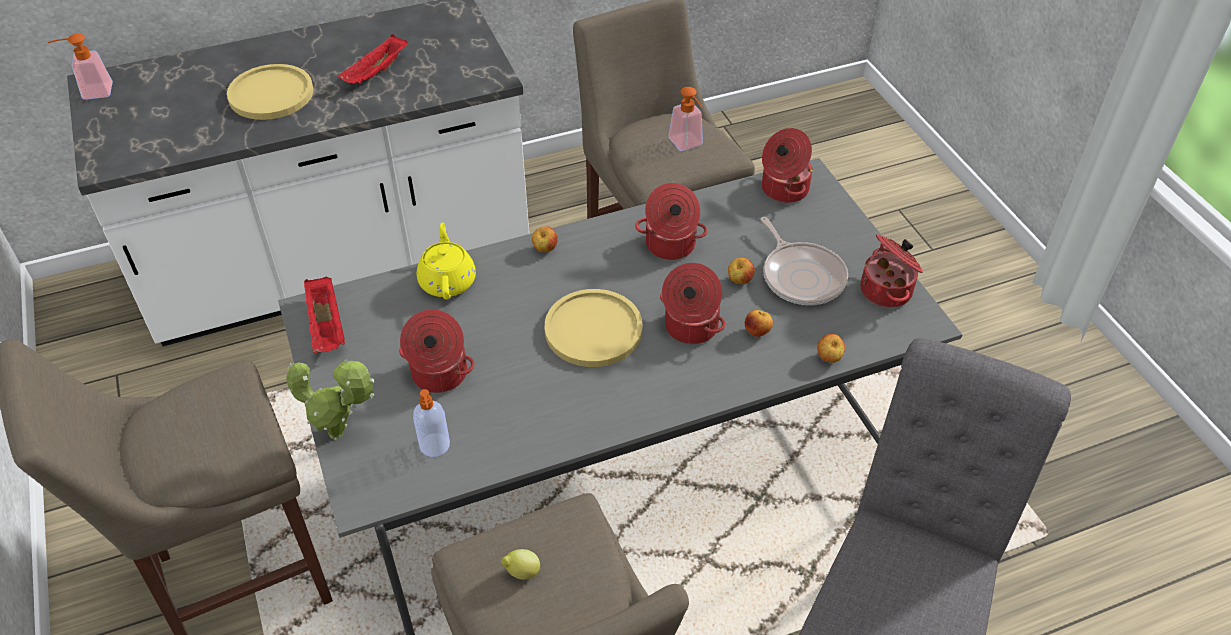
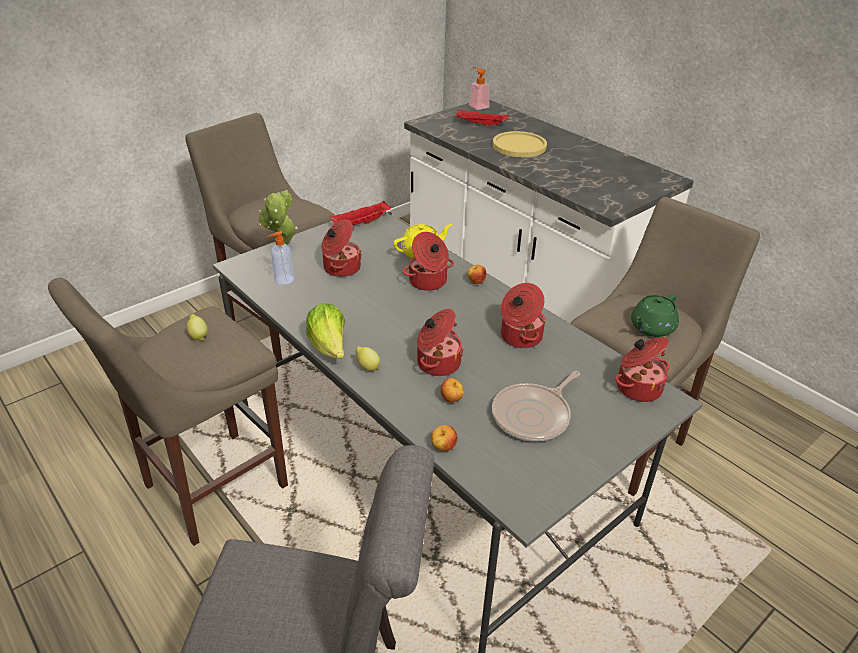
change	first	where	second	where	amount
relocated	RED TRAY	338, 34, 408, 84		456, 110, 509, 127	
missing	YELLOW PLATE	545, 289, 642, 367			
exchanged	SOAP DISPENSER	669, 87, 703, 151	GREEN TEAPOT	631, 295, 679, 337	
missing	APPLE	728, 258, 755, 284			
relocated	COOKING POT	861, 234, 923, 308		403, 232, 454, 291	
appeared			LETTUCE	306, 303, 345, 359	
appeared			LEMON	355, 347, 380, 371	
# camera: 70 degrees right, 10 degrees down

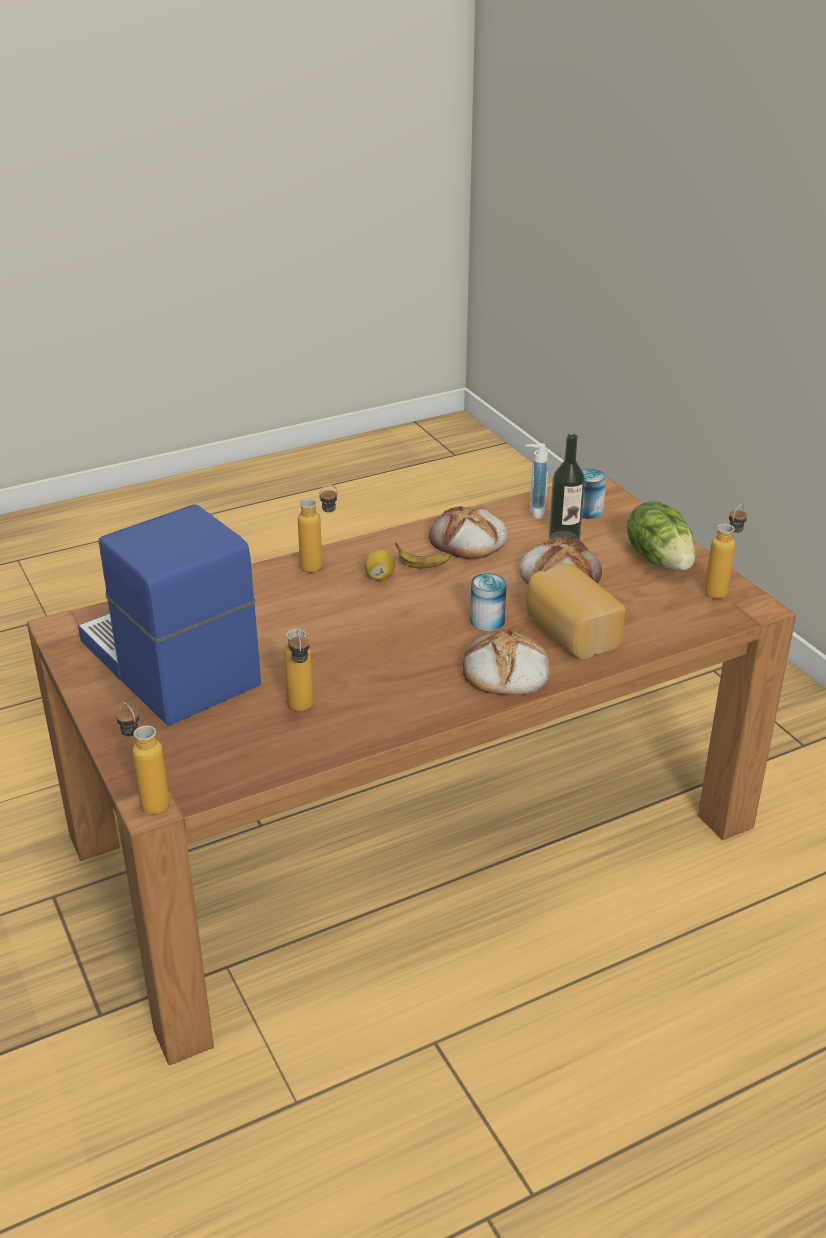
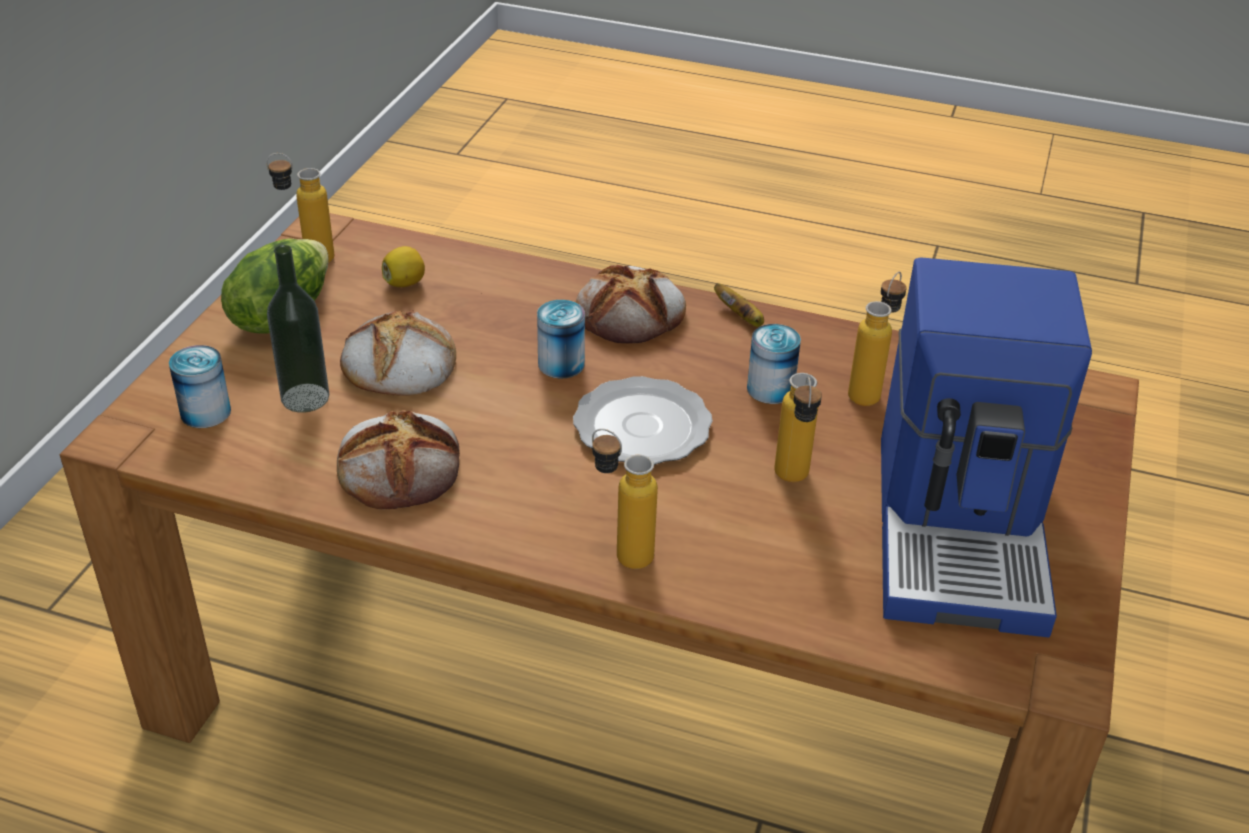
change	first	where	second	where	amount
relocated	BOTTLE	116, 702, 170, 815		774, 373, 822, 482	
relocated	LEMON	364, 550, 395, 581		382, 246, 425, 287	
relocated	BANANA	395, 543, 451, 568		714, 284, 764, 327	
missing	SOAP DISPENSER	526, 443, 548, 519			
missing	BREAD	526, 564, 625, 660			
appeared			PLATE	573, 376, 713, 465	
appeared			CAN	747, 324, 801, 404	
# camera: 135 degrees left, 5 degrees up

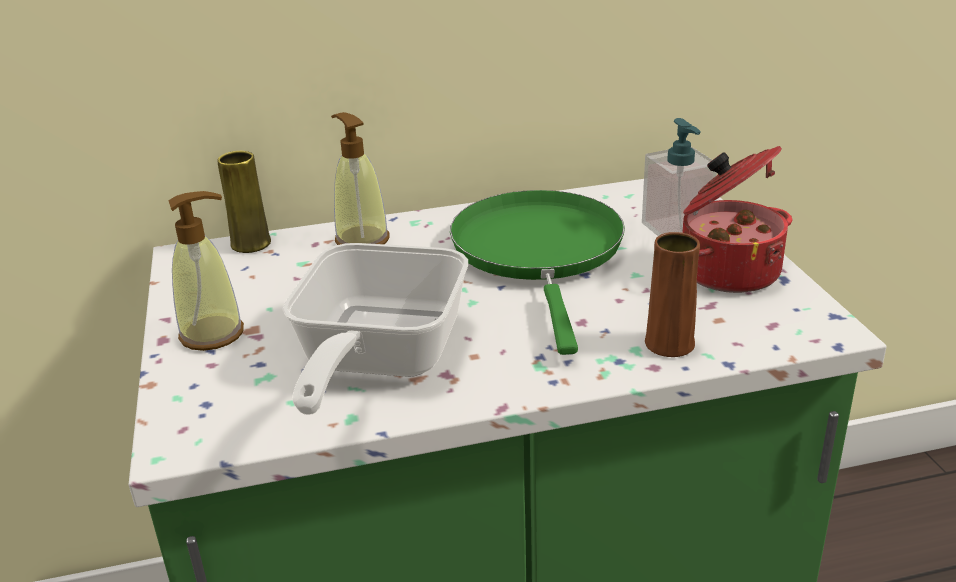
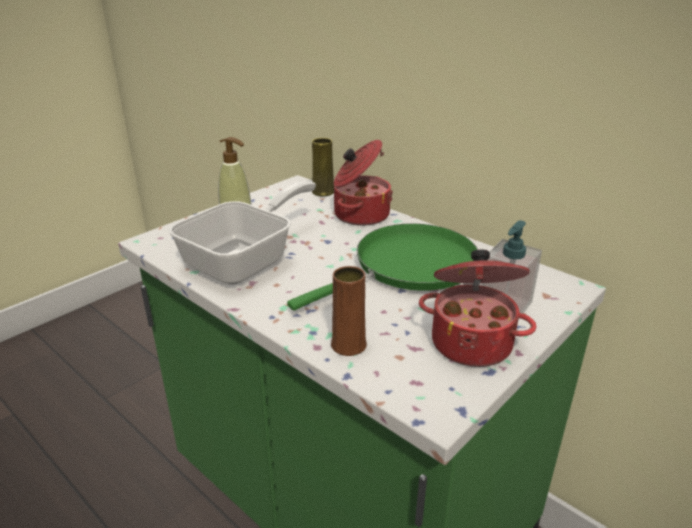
change	first	where	second	where	amount
spun	FRYING PAN	282, 243, 468, 415		169, 180, 316, 285	150 degrees clockwise
exchanged	SOAP DISPENSER	331, 112, 389, 245	COOKING POT	334, 140, 393, 226	
# camera: 55 degrees right, 0 degrees up

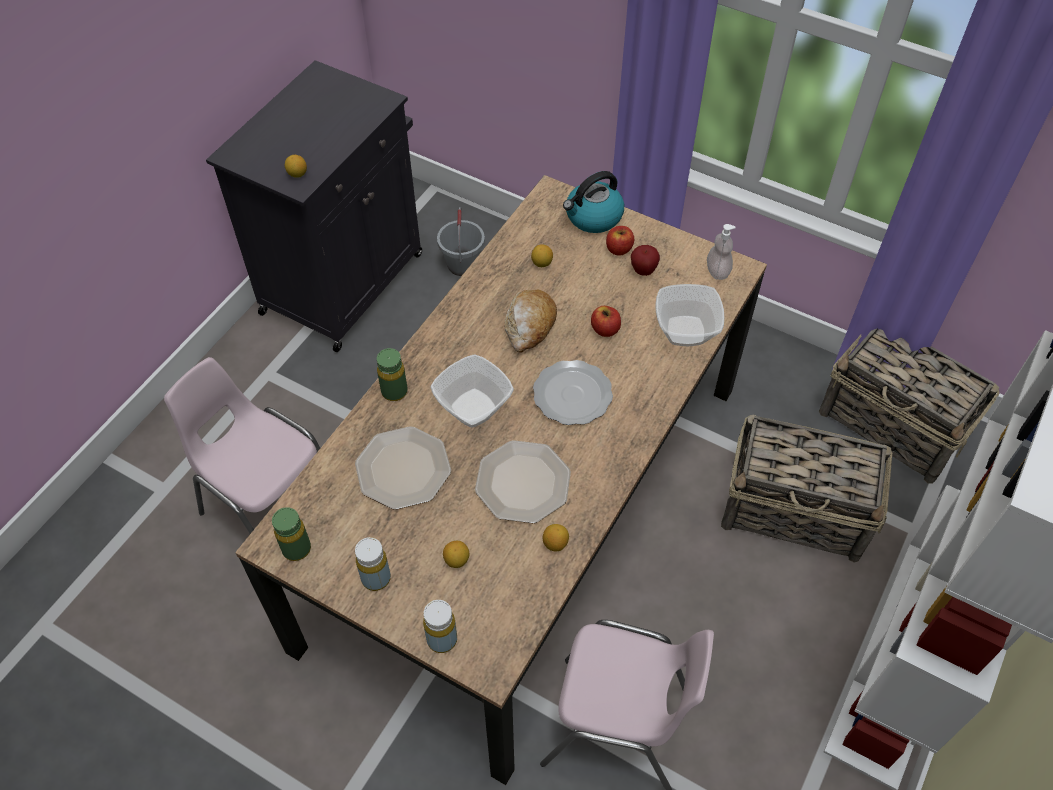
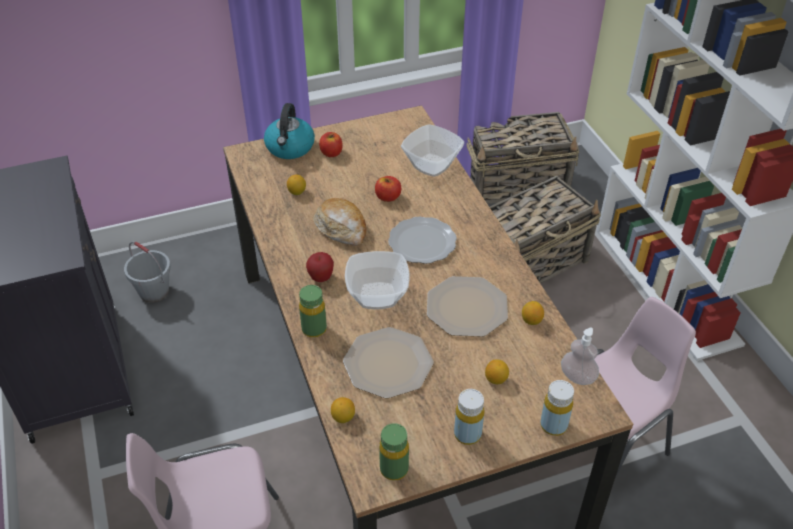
change	first	where	second	where	amount
relocated	LEMON	285, 155, 307, 178		331, 397, 355, 423	
relocated	APPLE	631, 245, 660, 276		306, 252, 334, 282	
relocated	SOAP DISPENSER	707, 224, 736, 280		561, 328, 599, 385	
# camera: 50 degrees left, 10 degrees down

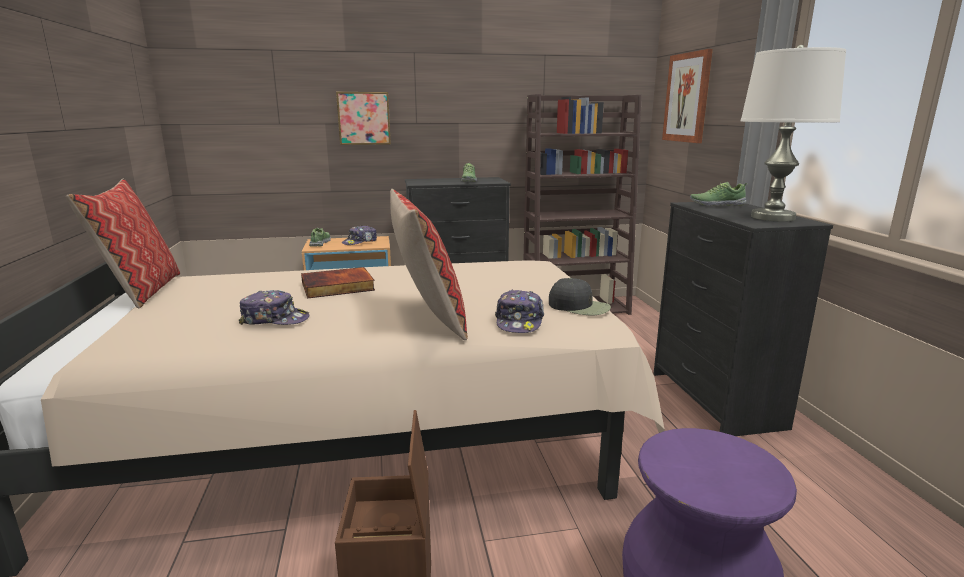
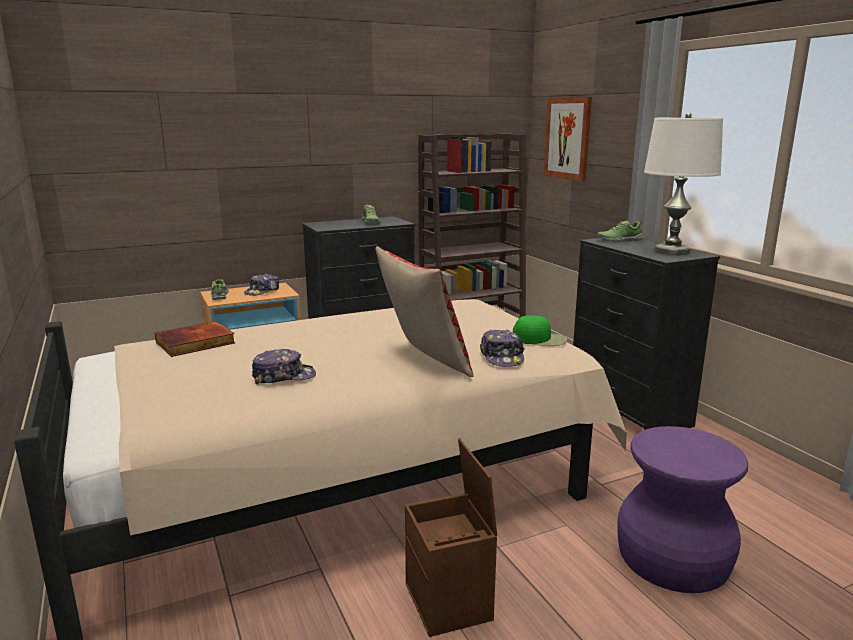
change	first	where	second	where	amount
missing	PILLOW	66, 179, 180, 308			
relocated	BOOK	301, 267, 375, 299		155, 321, 235, 357	
missing	PICTURE	336, 92, 391, 145			
colour	BLACK CAP	549, 278, 611, 315	GREEN CAP	513, 315, 567, 346	
# camera: 15 degrees left, 0 degrees up

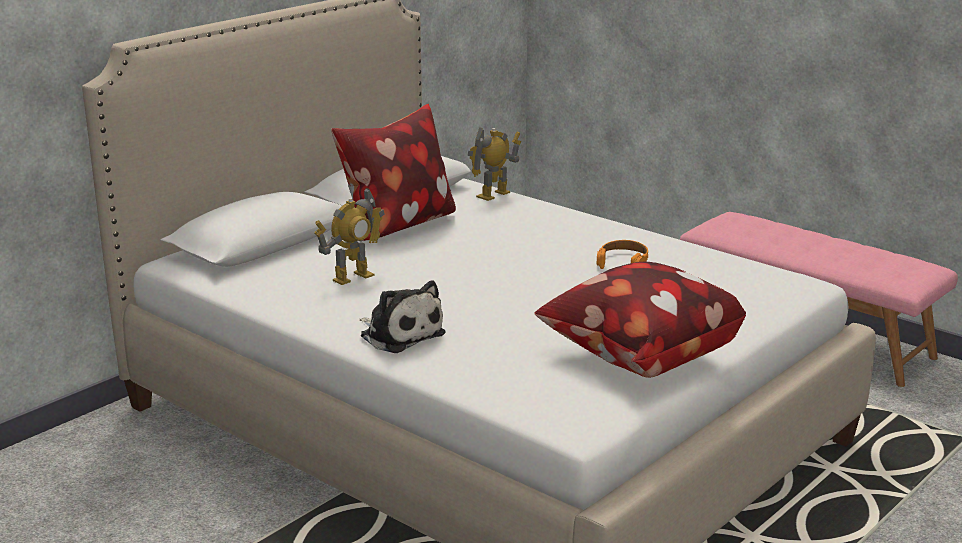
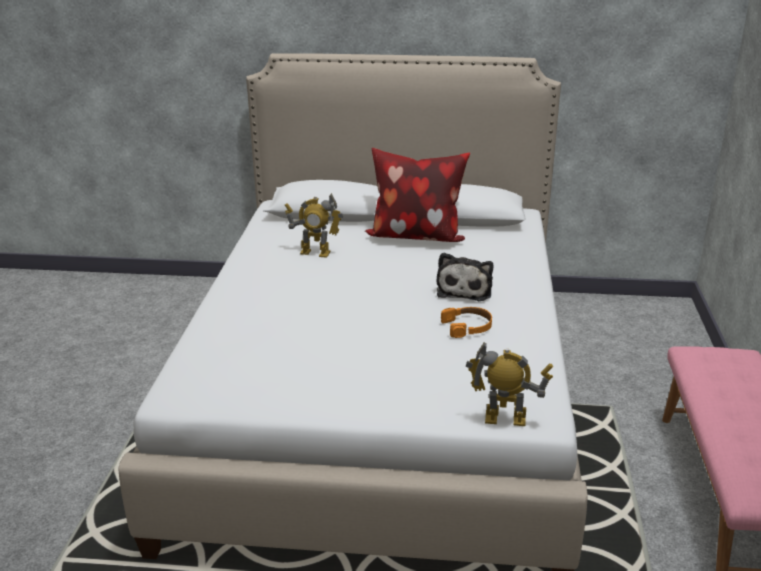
change	first	where	second	where	amount
relocated	PLUSH TOY	360, 281, 446, 353		436, 252, 493, 301	
relocated	TOY ROBOT	468, 127, 521, 201		466, 341, 554, 426	
missing	PILLOW	534, 262, 746, 378			
# camera: 55 degrees right, 5 degrees up

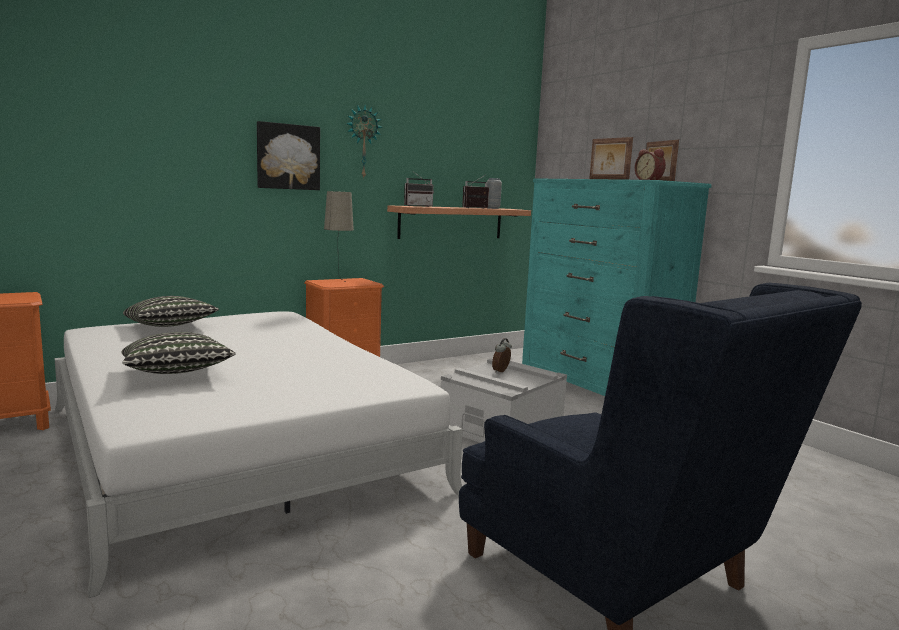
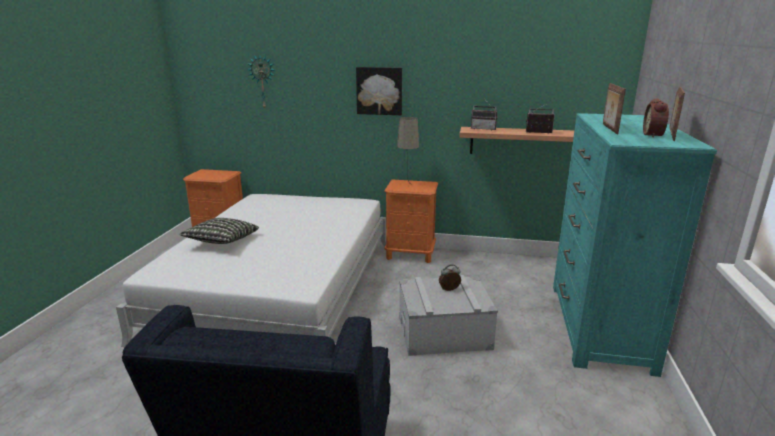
change	first	where	second	where	amount
missing	PILLOW	123, 296, 219, 327			
relocated	WALL CLOCK	346, 105, 382, 179		247, 55, 275, 109	
missing	GREY VASE	487, 178, 502, 209			
# camera: 45 degrees right, 10 degrees up

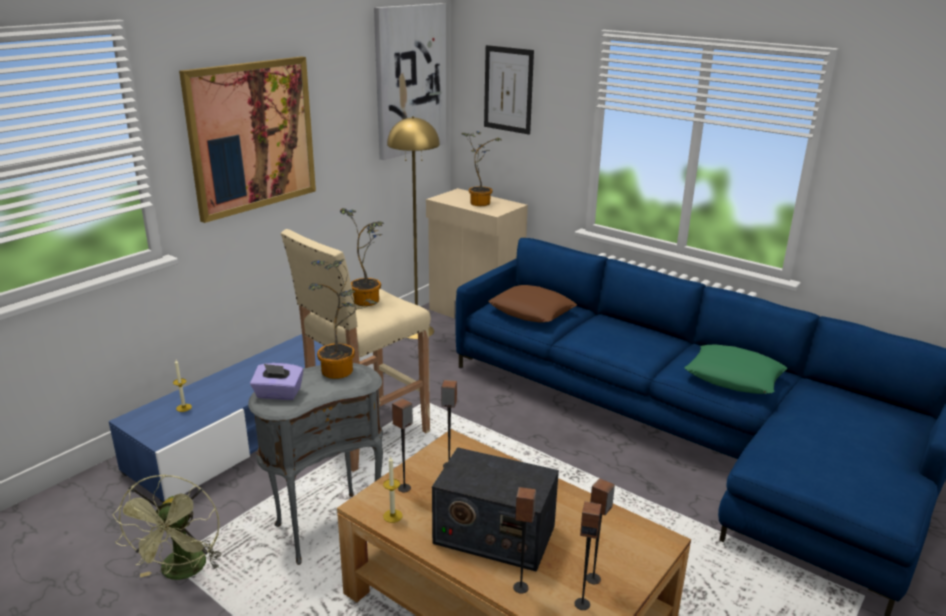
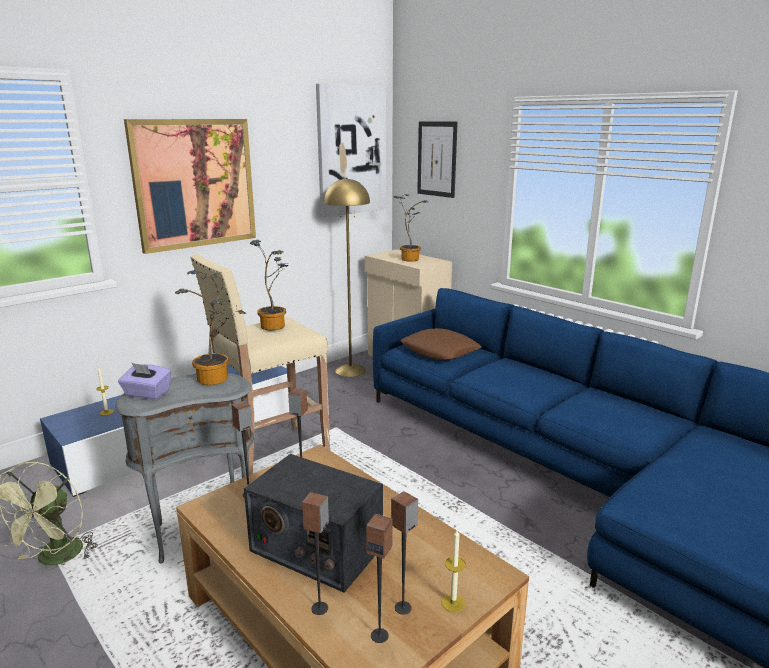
change	first	where	second	where	amount
relocated	CANDLE	383, 456, 403, 523		441, 530, 466, 613	
missing	GREEN PILLOW	685, 345, 787, 394			
# camera: 10 degrees right, 5 degrees down

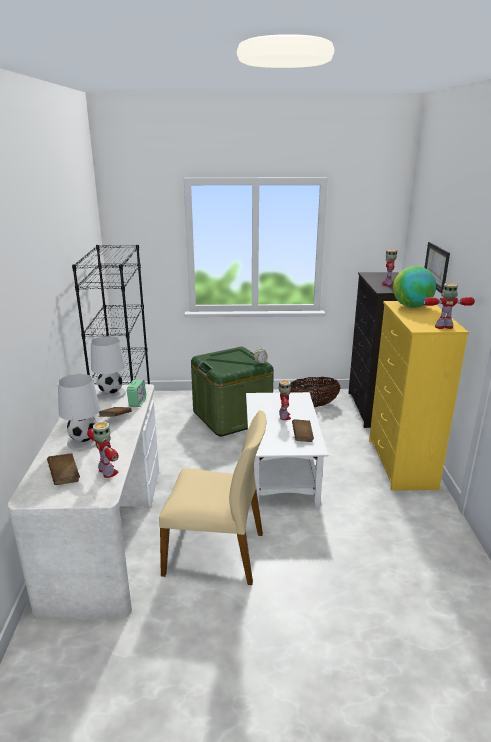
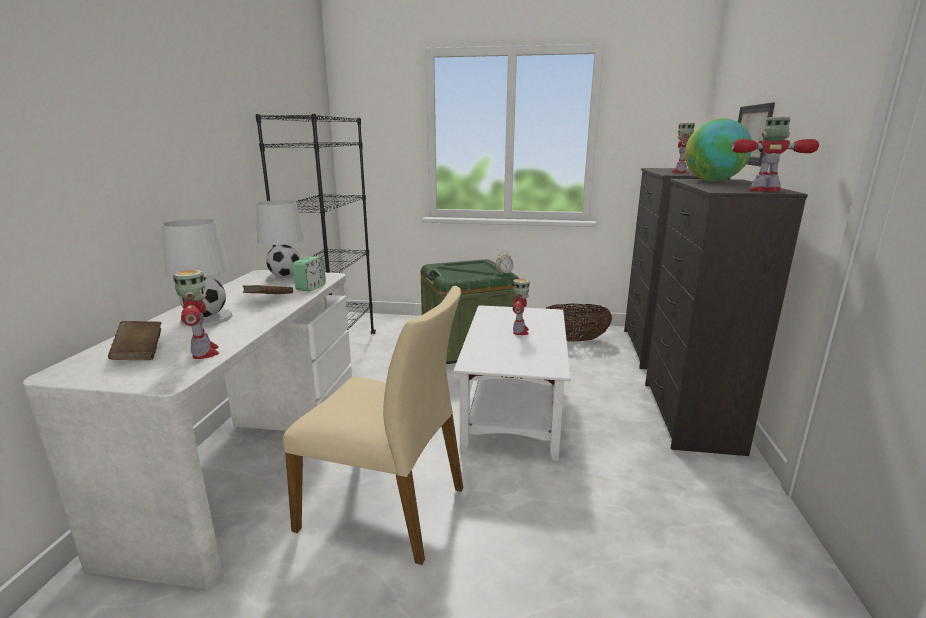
change	first	where	second	where	amount
missing	BROWN BOOK	292, 419, 314, 442			
colour	YELLOW DRESSER	369, 301, 469, 491	BLACK DRESSER	645, 179, 808, 456	
# camera: 10 degrees right, 5 degrees down

